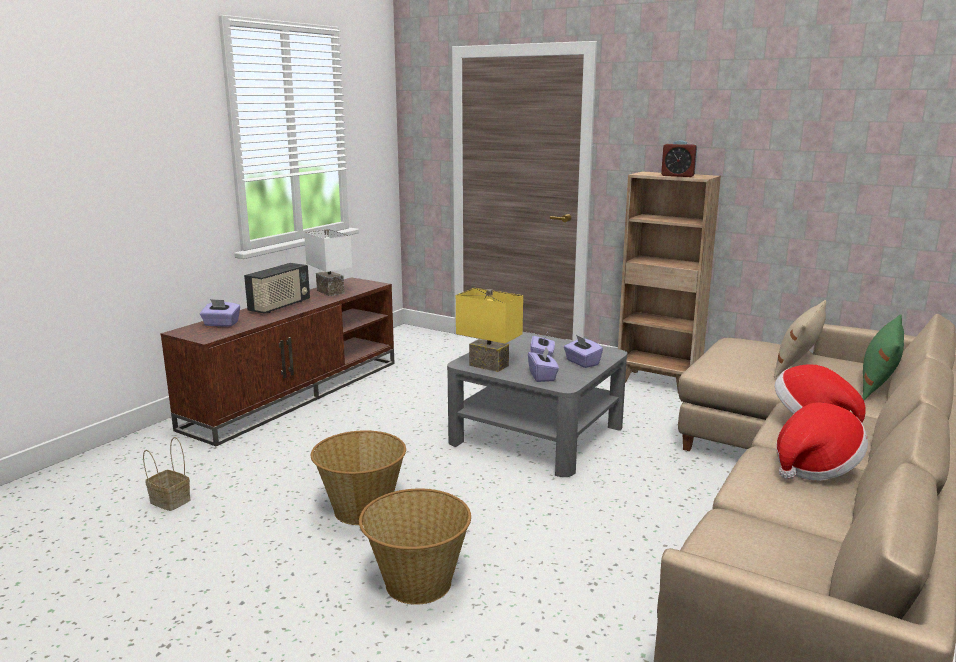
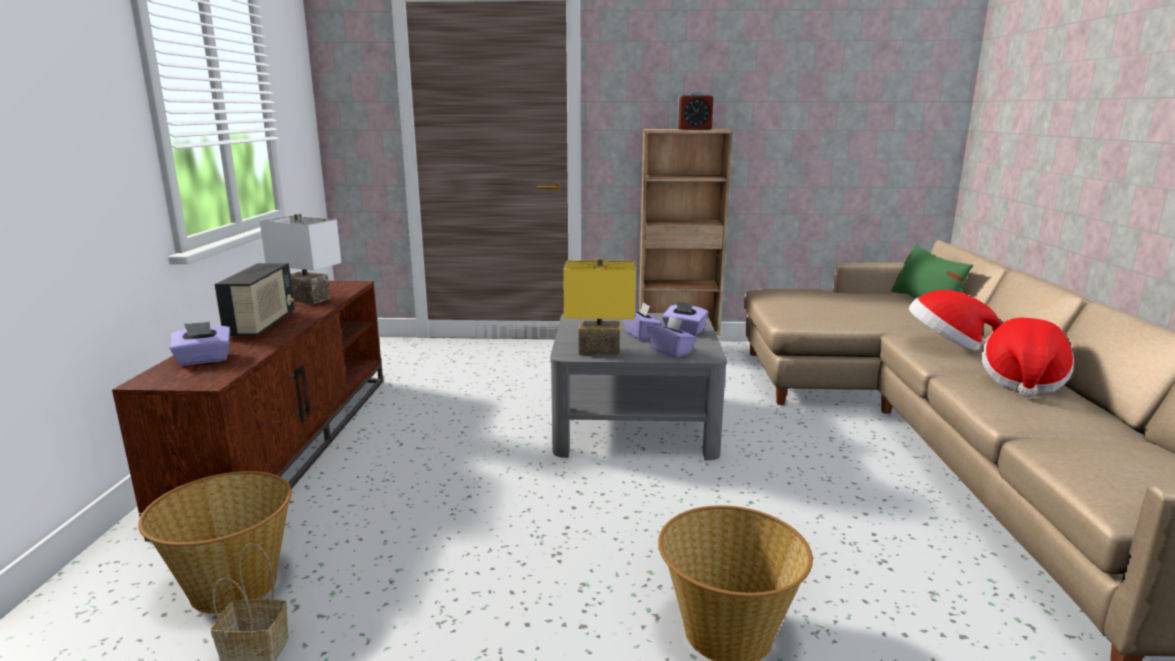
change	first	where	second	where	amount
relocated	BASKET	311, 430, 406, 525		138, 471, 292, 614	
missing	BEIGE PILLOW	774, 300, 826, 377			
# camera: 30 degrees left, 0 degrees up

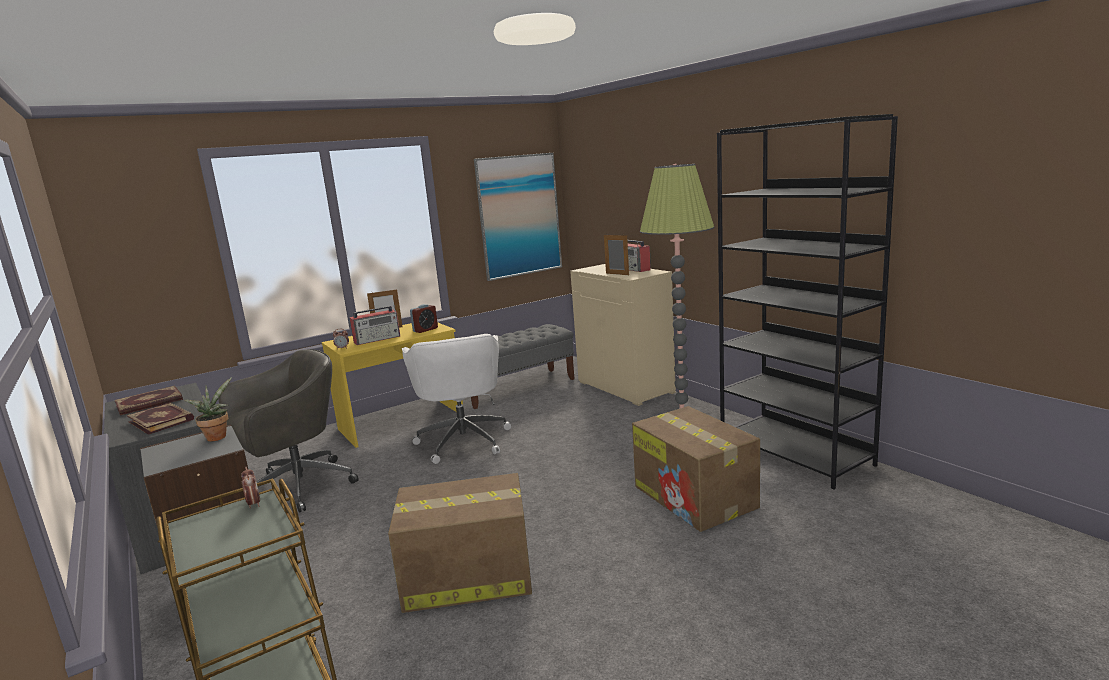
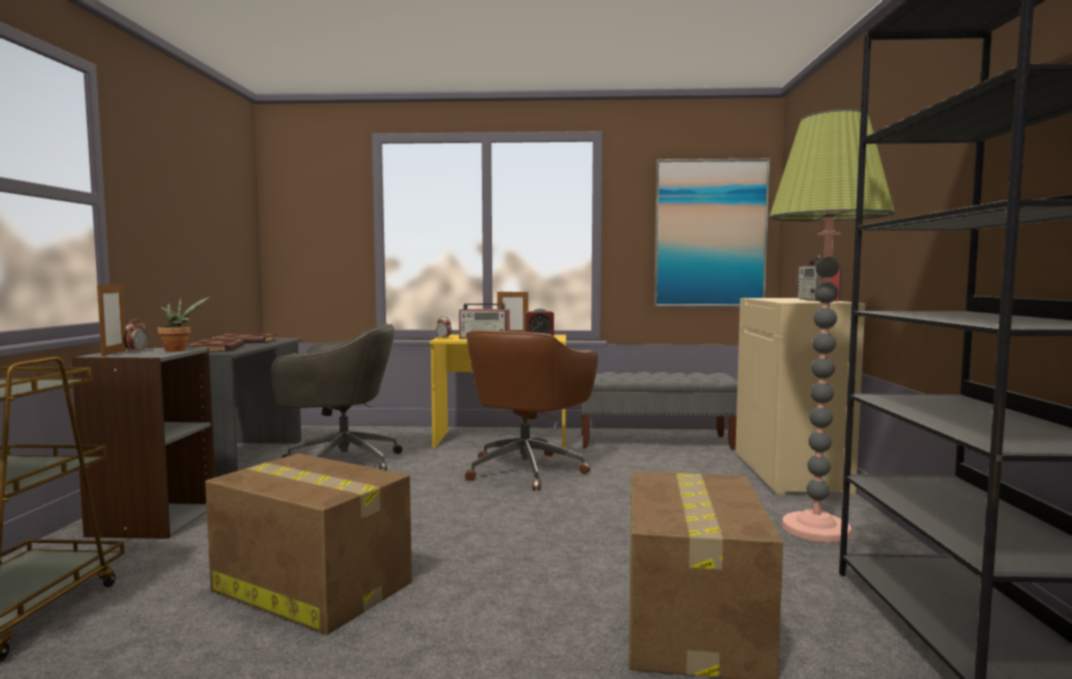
change	first	where	second	where	amount
relocated	ALARM CLOCK	241, 467, 260, 508		123, 319, 148, 352	
colour	WHITE OFFICE CHAIR	402, 334, 511, 464	BROWN OFFICE CHAIR	465, 330, 598, 490	
relocated	PICTURE FRAME	604, 235, 629, 275		97, 283, 127, 356	
# camera: 35 degrees right, 10 degrees down

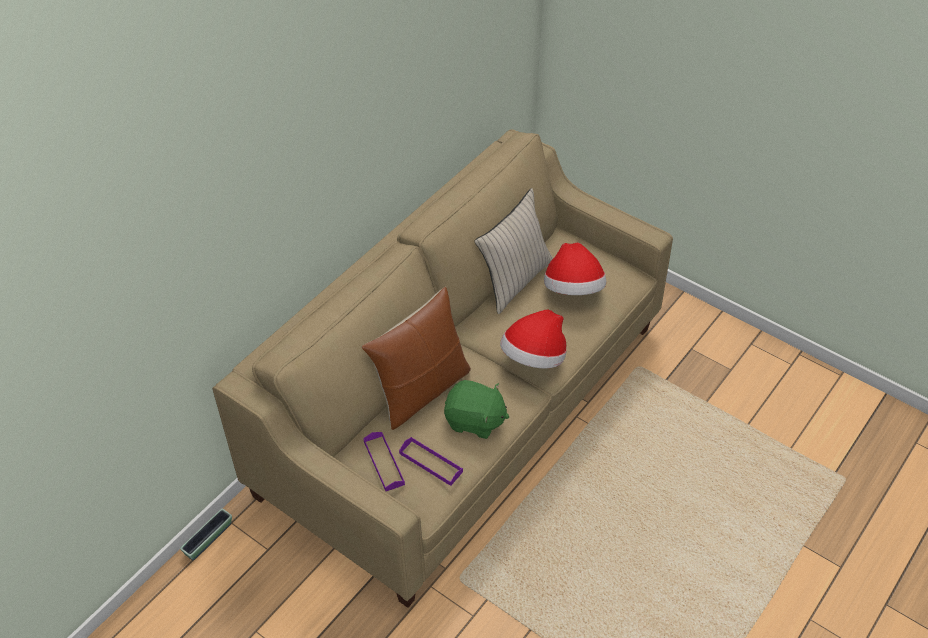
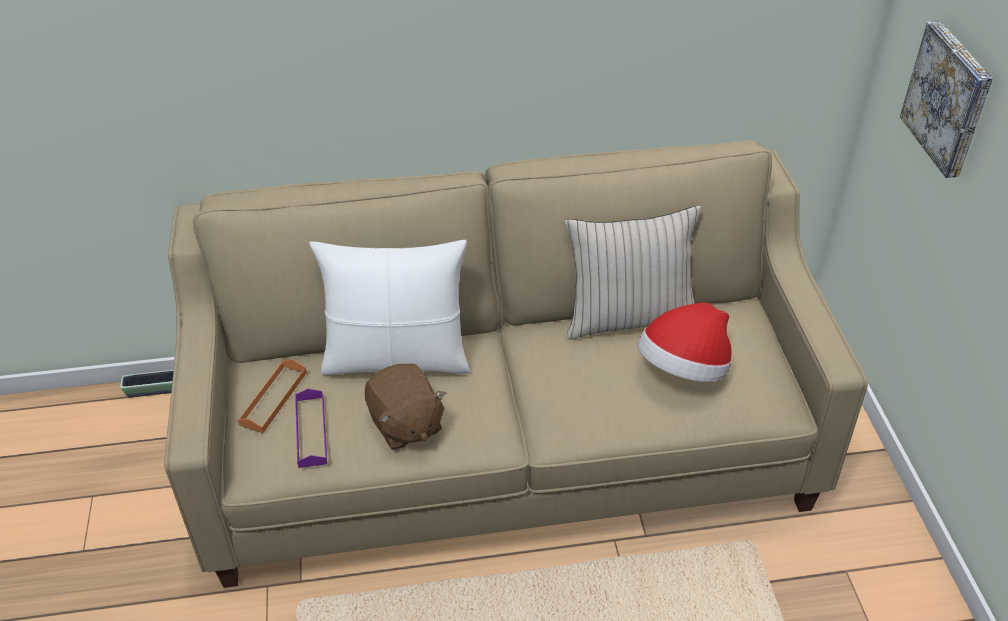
change	first	where	second	where	amount
colour	BROWN PILLOW	362, 287, 471, 430	WHITE PILLOW	309, 240, 469, 375	
colour	PURPLE TRAY	363, 432, 405, 491	ORANGE TRAY	238, 359, 307, 433	
colour	GREEN PLUSH TOY	444, 380, 509, 439	BROWN PLUSH TOY	365, 364, 446, 450	
missing	HAT	500, 310, 567, 368			
appeared			PICTURE	900, 21, 993, 178	
# camera: 45 degrees right, 5 degrees down

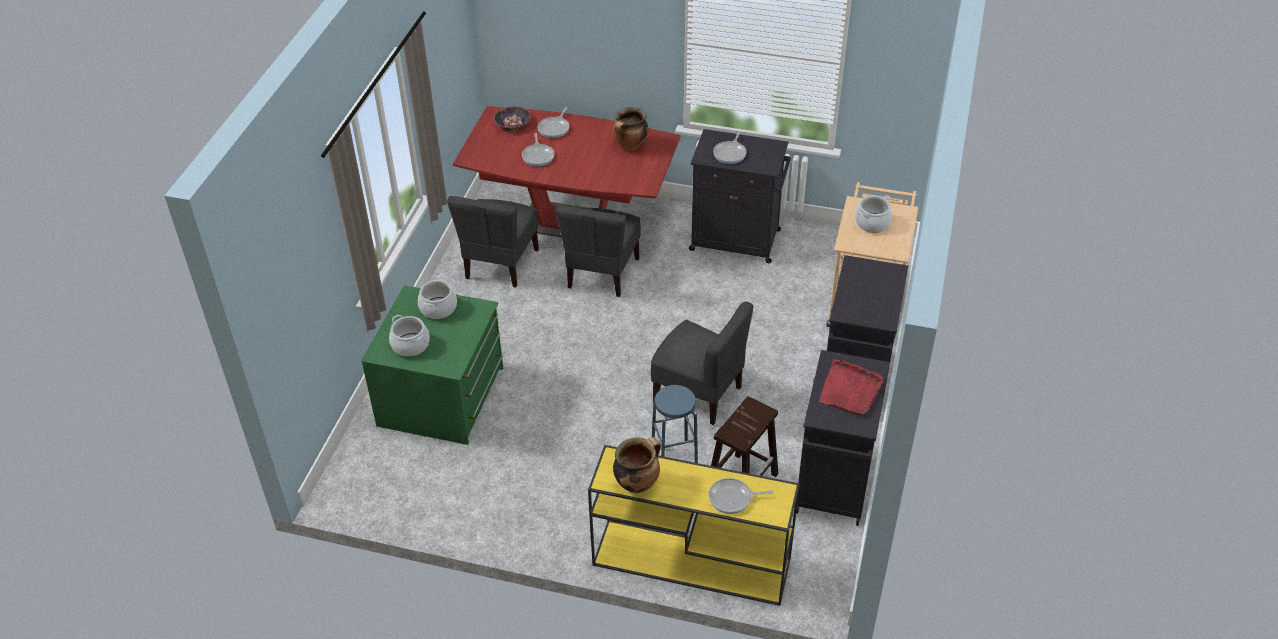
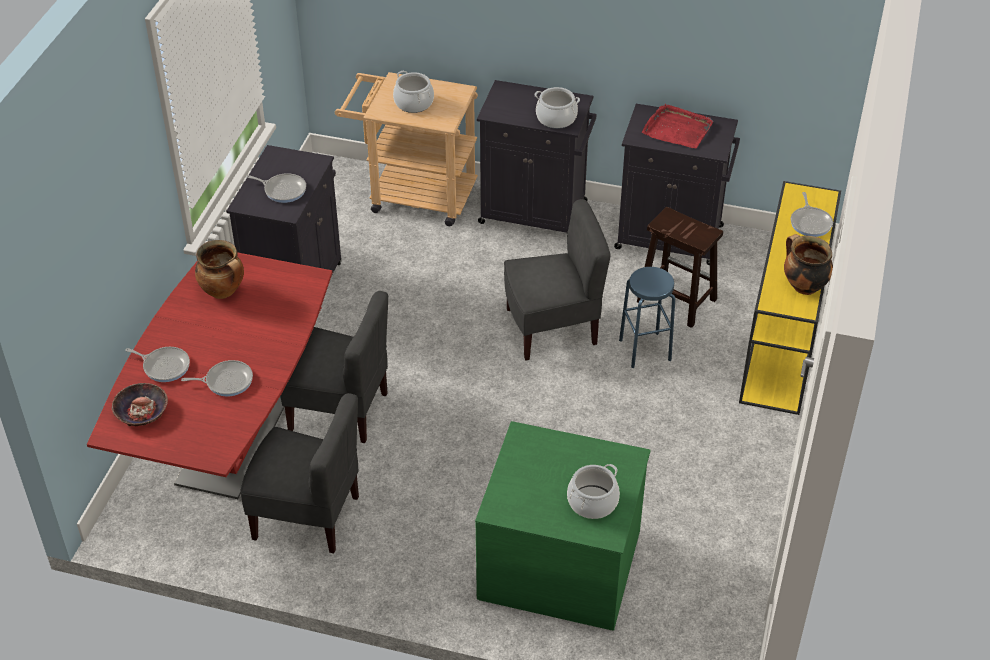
change	first	where	second	where	amount
relocated	COOKING POT	418, 276, 457, 319		534, 87, 580, 129	
spun	GREY CHAIR	651, 302, 753, 425		504, 199, 611, 360	45 degrees clockwise
# camera: 90 degrees left, 0 degrees up

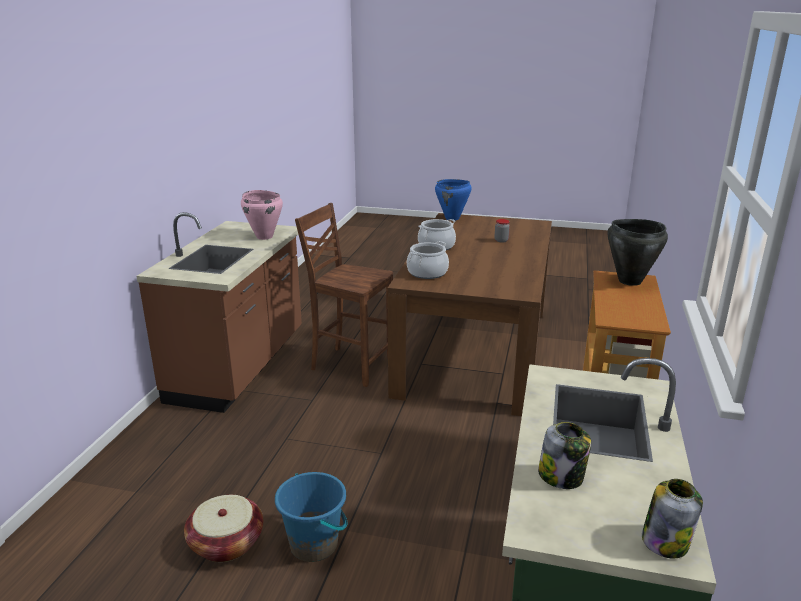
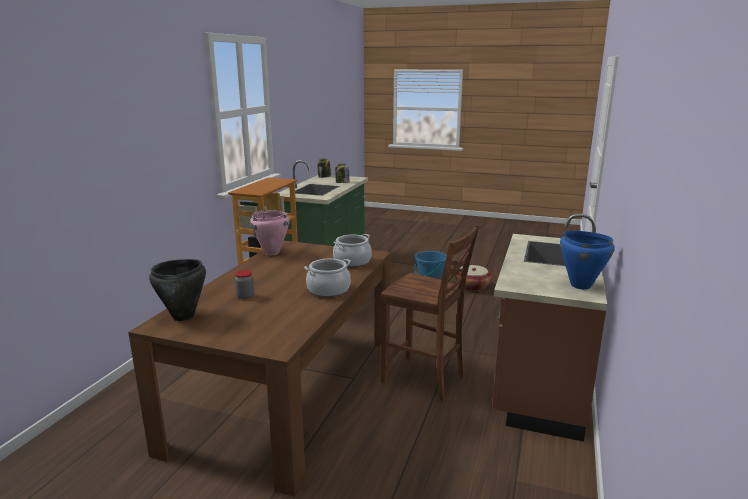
change	first	where	second	where	amount
relocated	PINK COOKING POT	241, 190, 283, 240		250, 210, 289, 255	
relocated	BLUE COOKING POT	435, 179, 472, 220		560, 230, 615, 290	
relocated	BLACK COOKING POT	607, 219, 668, 286		149, 259, 206, 321	
# camera: 175 degrees left, 5 degrees down

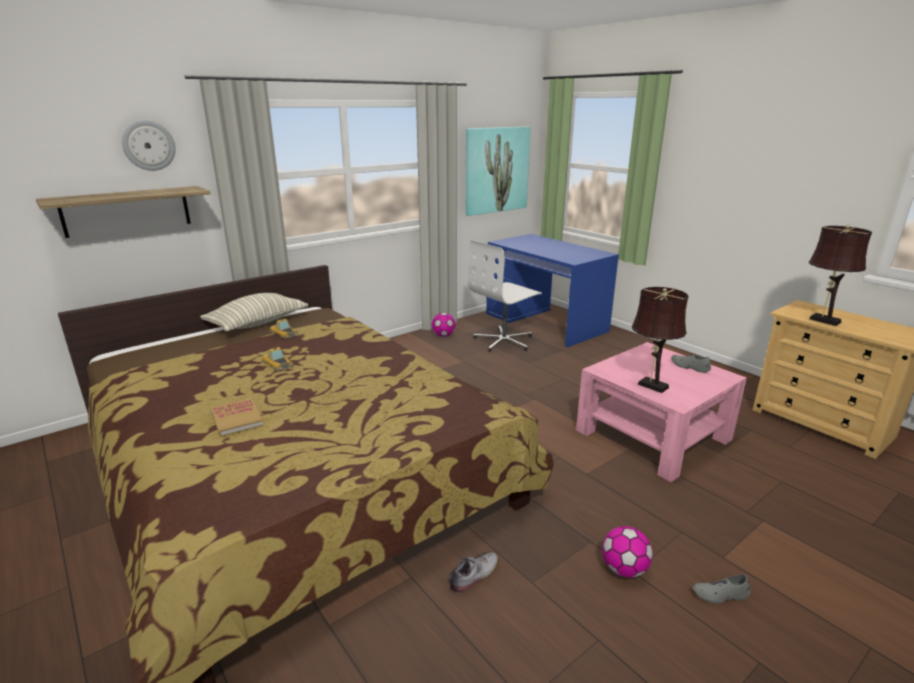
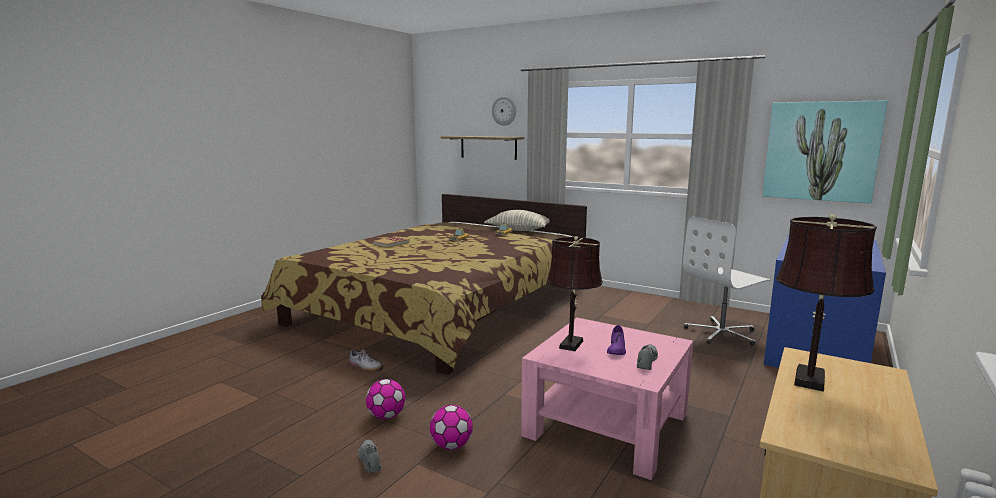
change	first	where	second	where	amount
relocated	FOOTBALL	432, 313, 456, 337		430, 405, 473, 450	
spun	WHITE OFFICE CHAIR	467, 240, 542, 352		683, 217, 771, 346	60 degrees counterclockwise
appeared			PURPLE SHOE	607, 325, 626, 355	
# camera: 70 degrees right, 10 degrees down

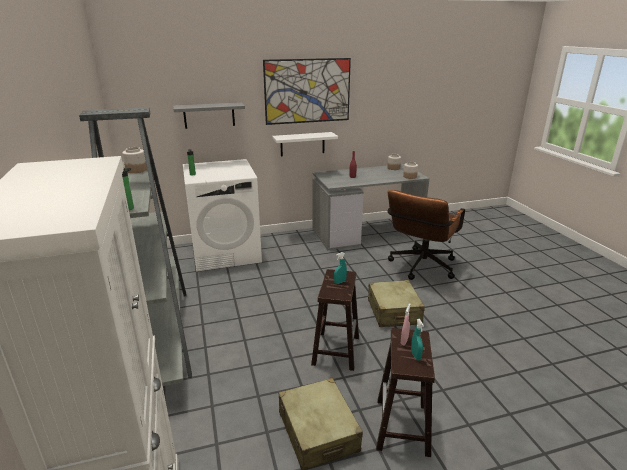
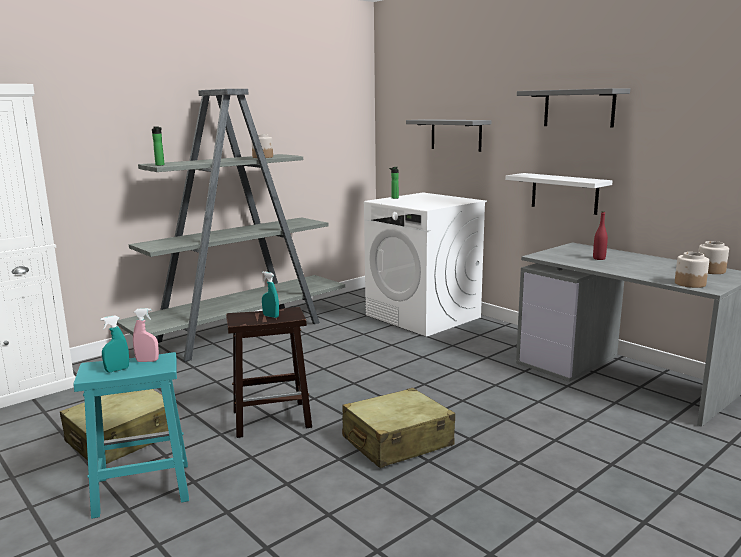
change	first	where	second	where	amount
exchanged	PICTURE	263, 58, 351, 125	GREY SHELF	517, 88, 630, 128	
colour	BROWN STOOL	376, 328, 435, 457	TURQUOISE STOOL	74, 352, 189, 519	
missing	BROWN OFFICE CHAIR	388, 190, 465, 280			
# camera: 65 degrees right, 10 degrees down

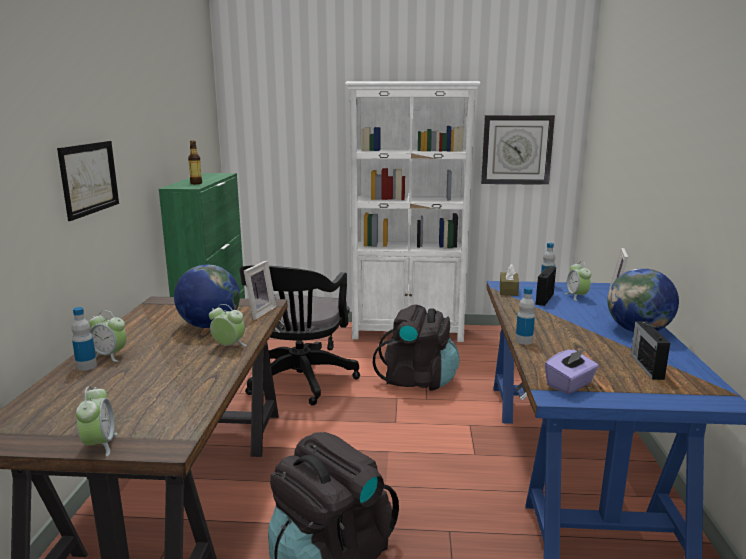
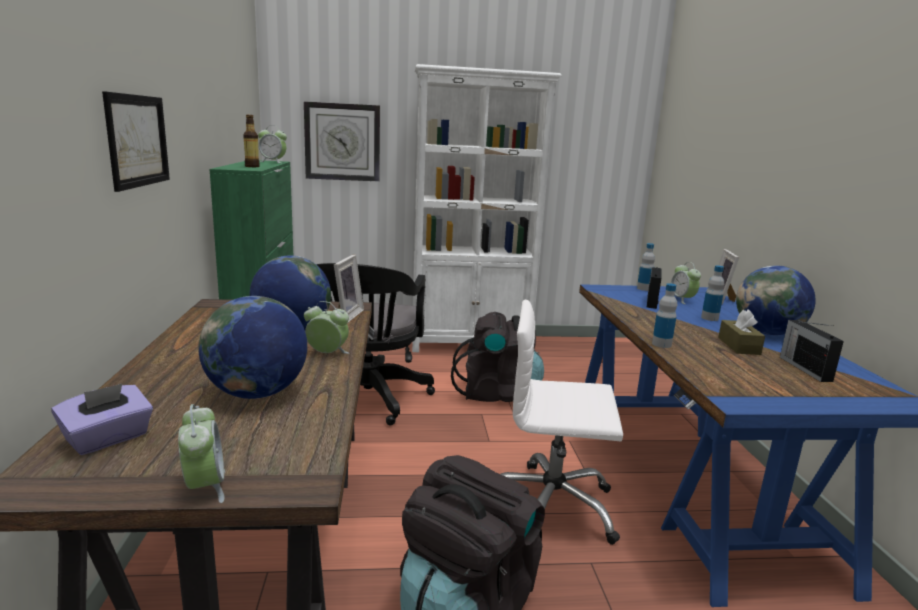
change	first	where	second	where	amount
relocated	BOTTLE	71, 307, 97, 371		701, 265, 724, 321	
relocated	ALARM CLOCK	89, 310, 127, 362		258, 125, 287, 163	
relocated	WALL CLOCK	481, 115, 555, 185		304, 101, 380, 181	
relocated	BROWN TISSUE BOX	500, 264, 519, 296		718, 309, 765, 355	
relocated	PURPLE TISSUE BOX	545, 348, 599, 394		52, 384, 153, 455	
appeared			GLOBE	198, 296, 307, 399	
appeared			WHITE OFFICE CHAIR	501, 299, 623, 545	
# camera: 10 degrees left, 0 degrees up

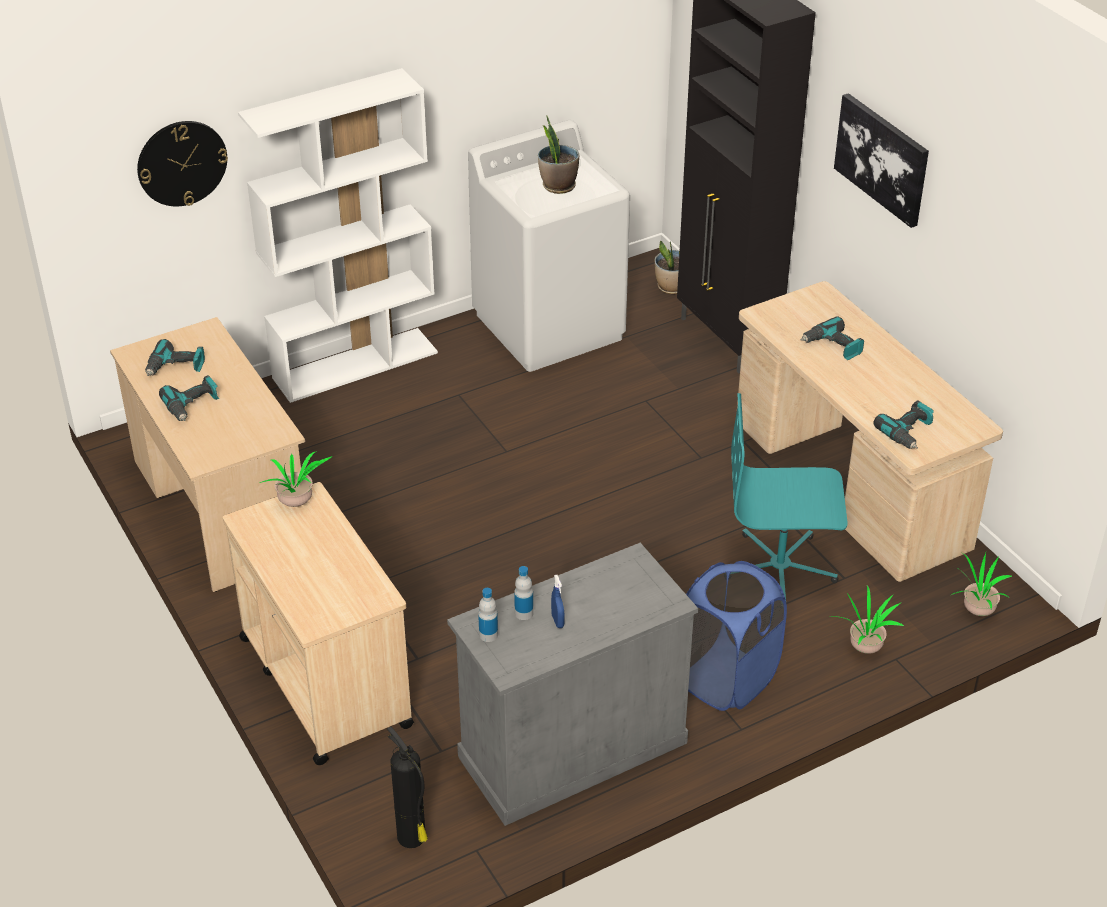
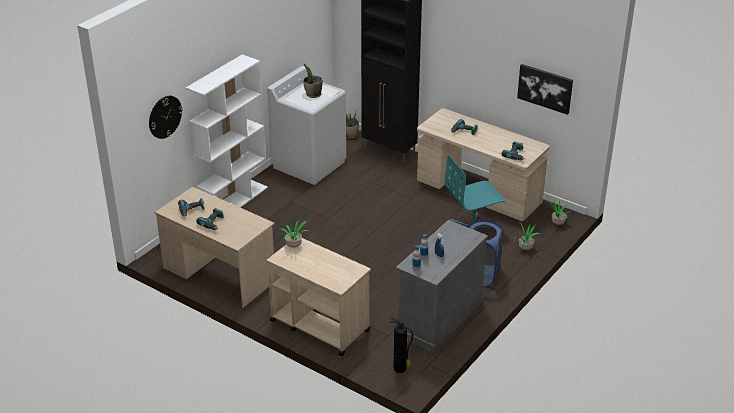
change	first	where	second	where	amount
relocated	PICTURE	834, 93, 929, 228		517, 64, 573, 115	
# camera: 25 degrees left, 5 degrees down

